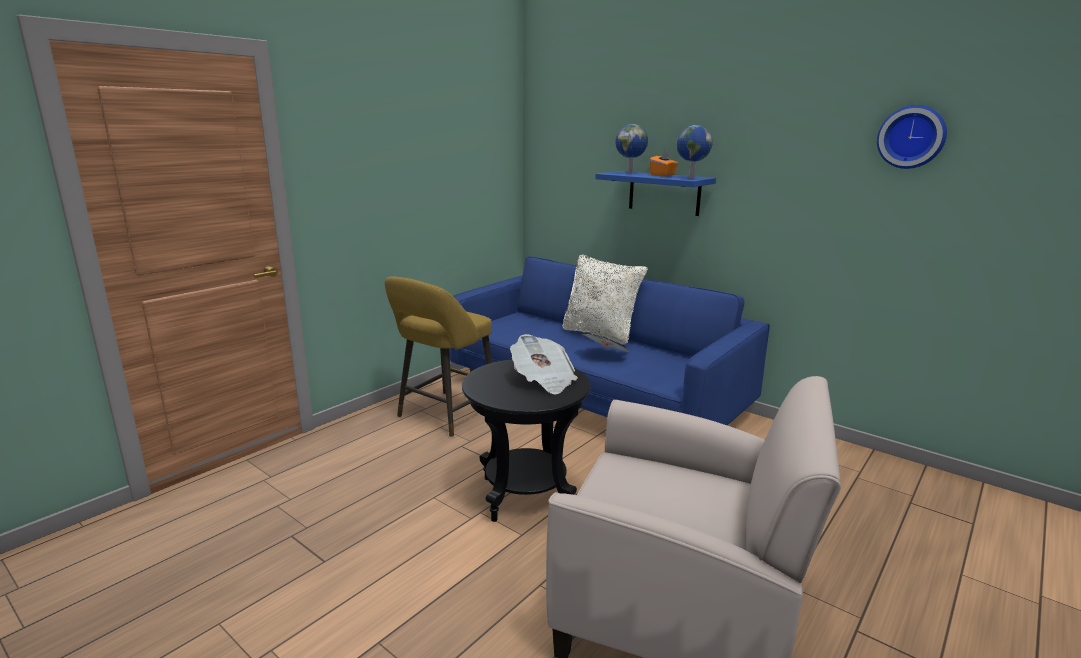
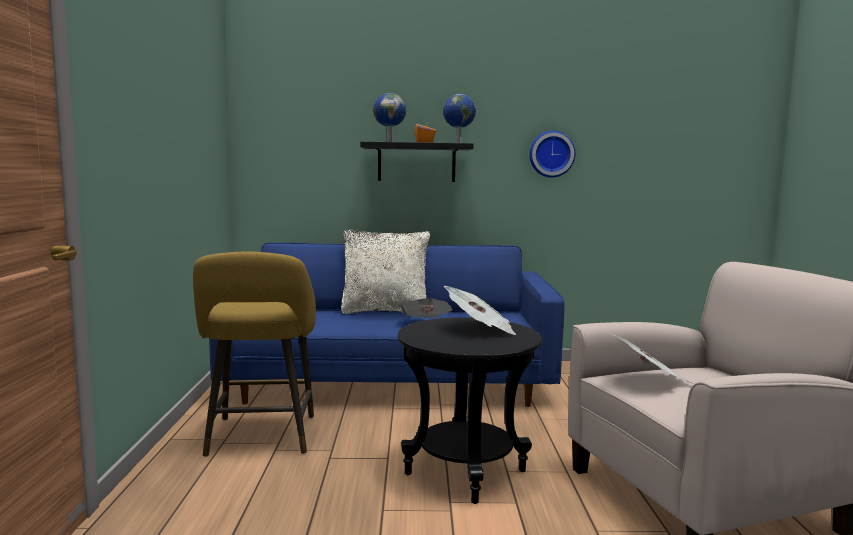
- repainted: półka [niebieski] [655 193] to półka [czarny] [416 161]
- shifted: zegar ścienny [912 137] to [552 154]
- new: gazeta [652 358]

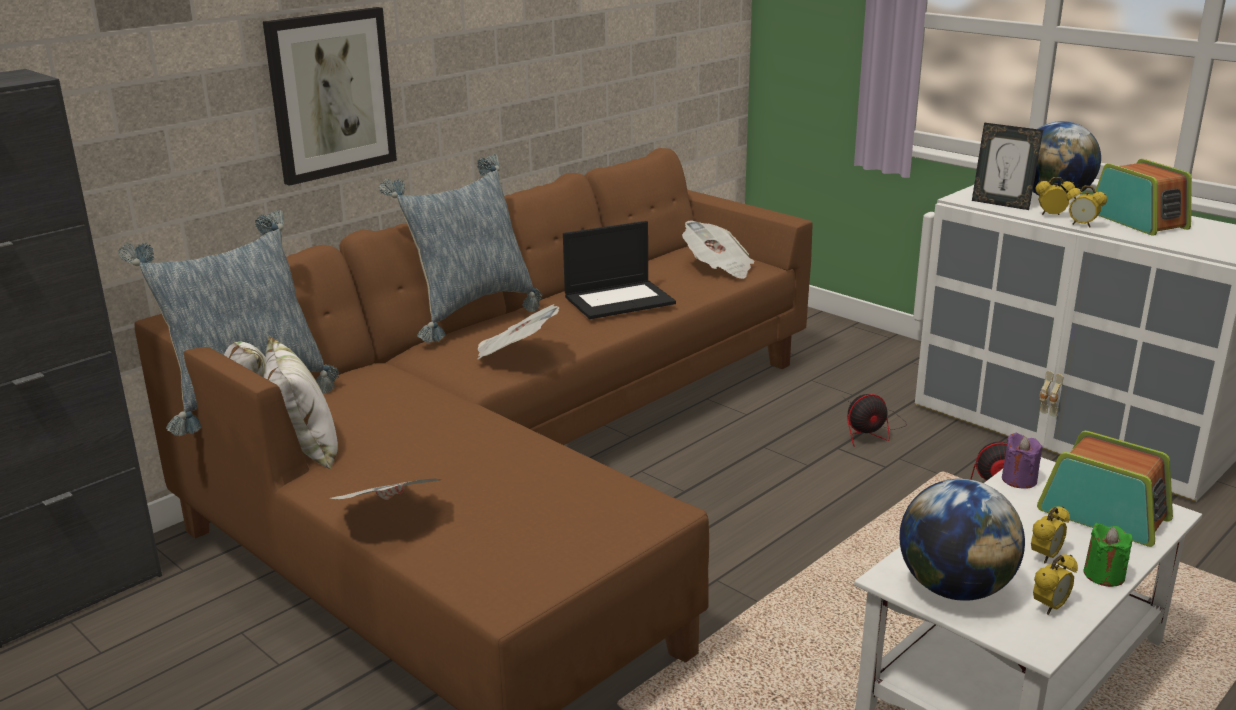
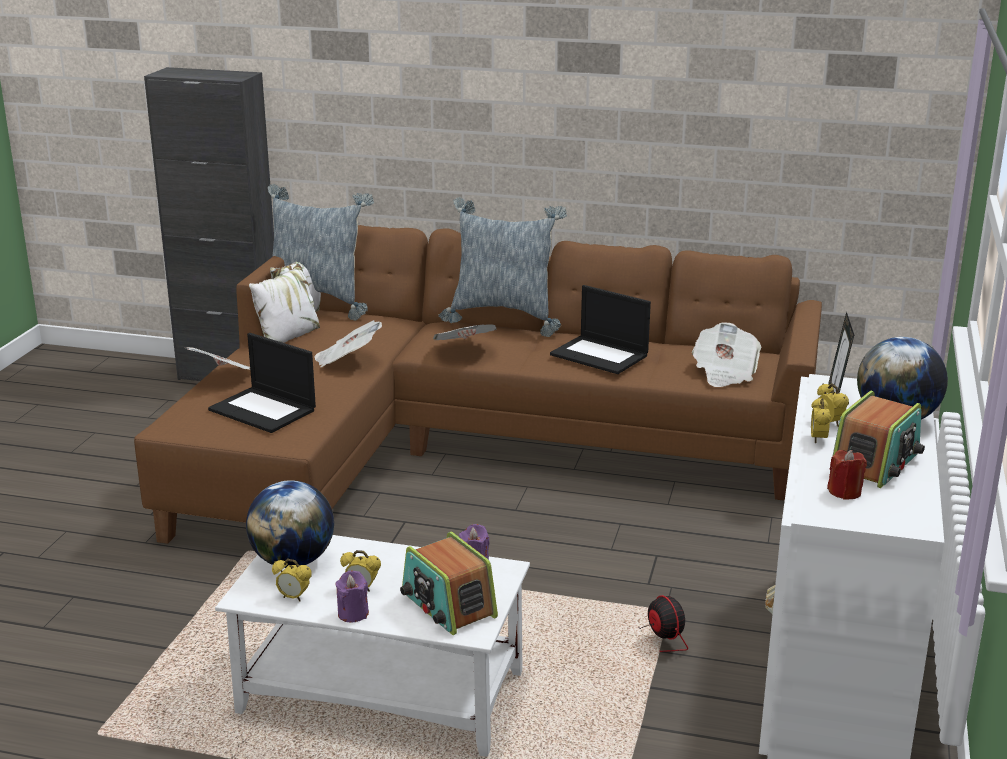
- new: laptop [262 383]
- new: gazeta [348 343]
- repainted: świeca [zielony] [1108 555] to świeca [fioletowy] [352 596]
- rotated: radio [1105 489] = [449 583] 135 degrees clockwise
- new: świeca [czerwony] [847 475]
- gone: obraz [330 96]
- gone: wentylator [874 420]

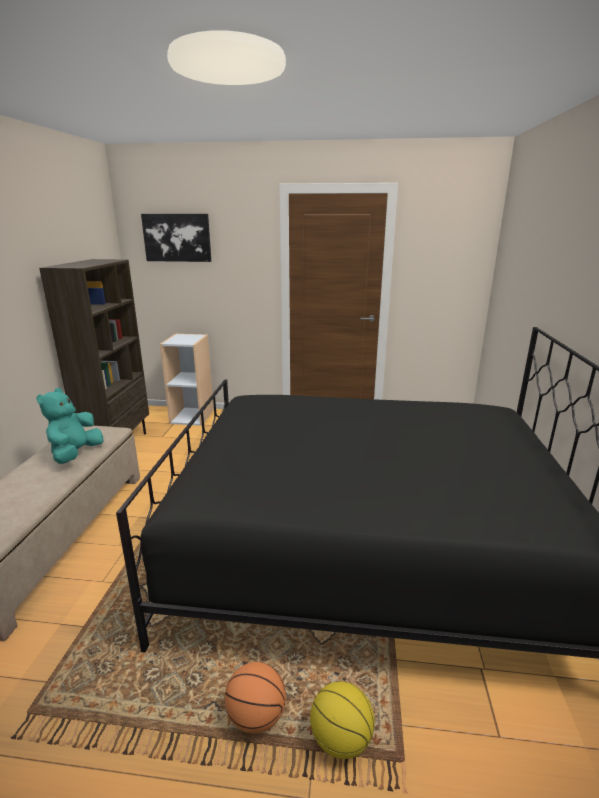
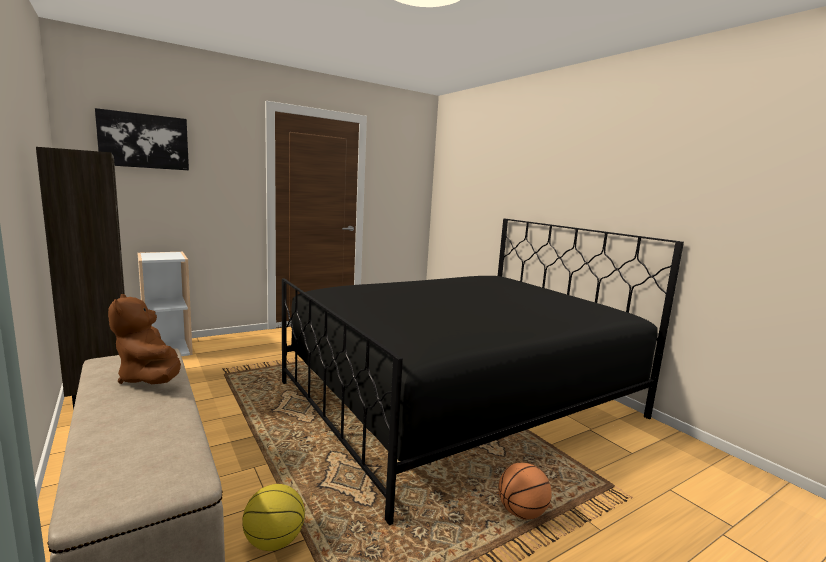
- repainted: pluszak [turkusowy] [70 426] to pluszak [brązowy] [144 339]
- shifted: piłka do koszykówki [342 720] to [273 517]

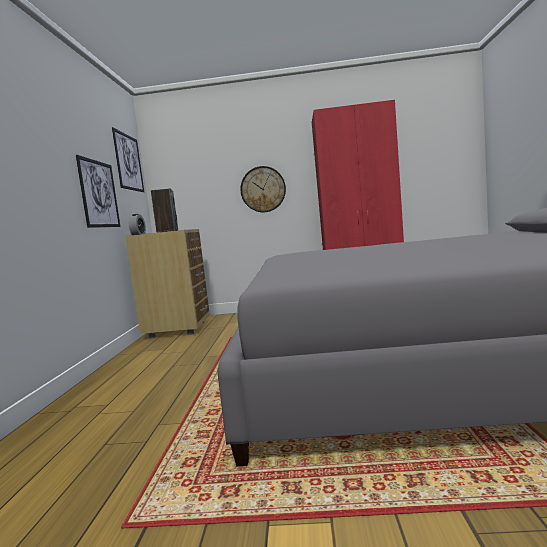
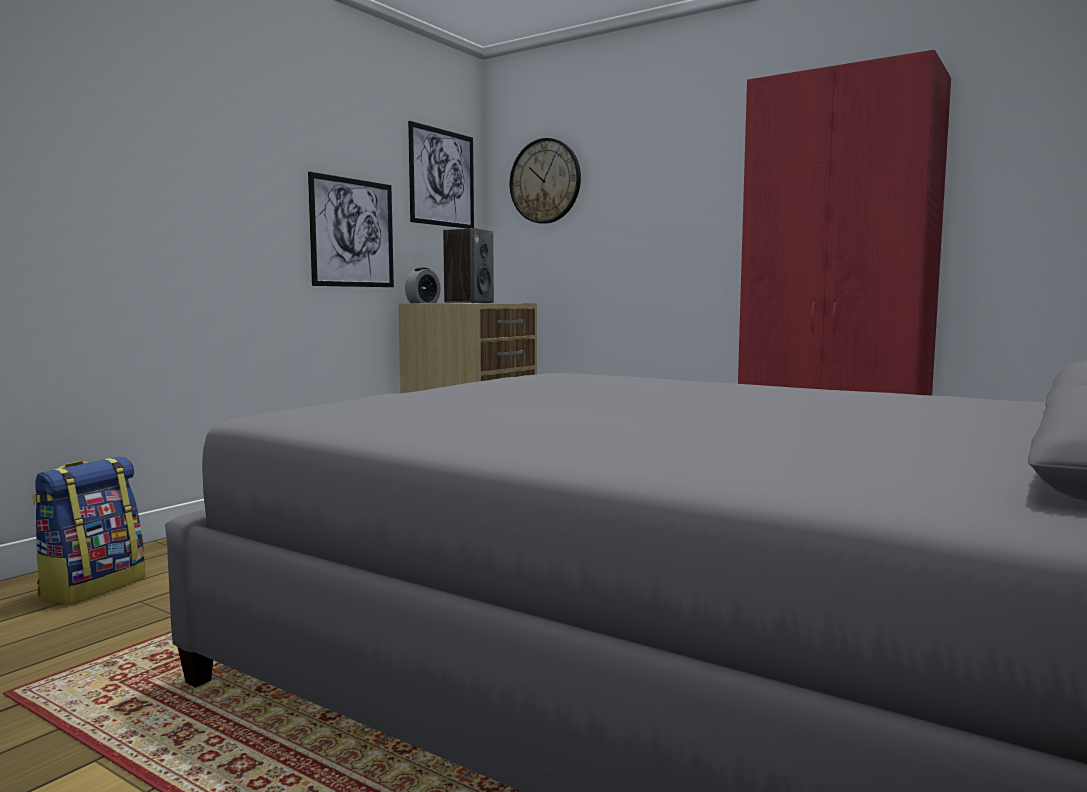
- new: plecak [88 531]
- shifted: zegar ścienny [263 189] to [545 181]

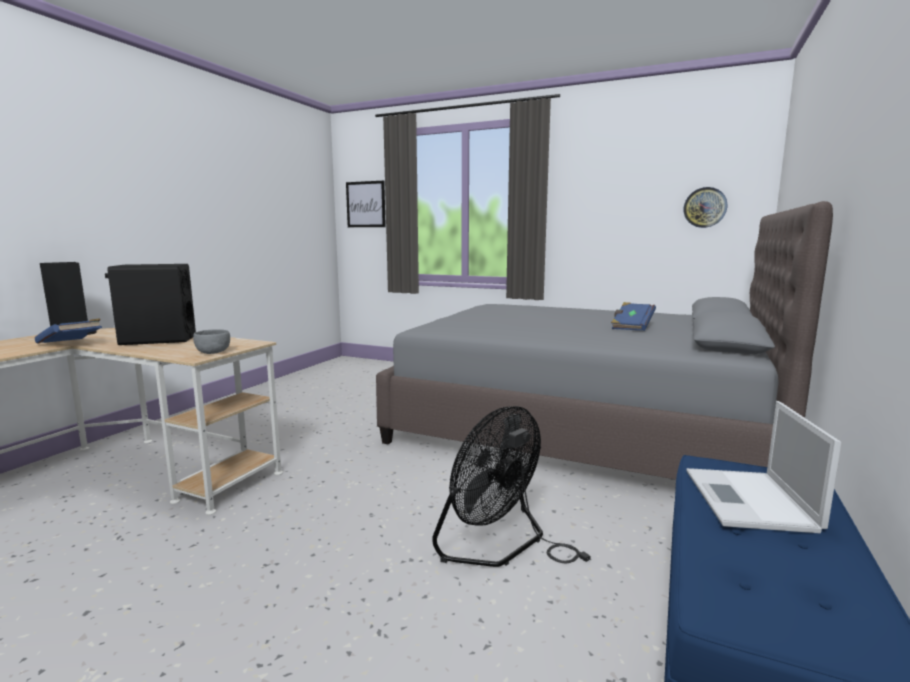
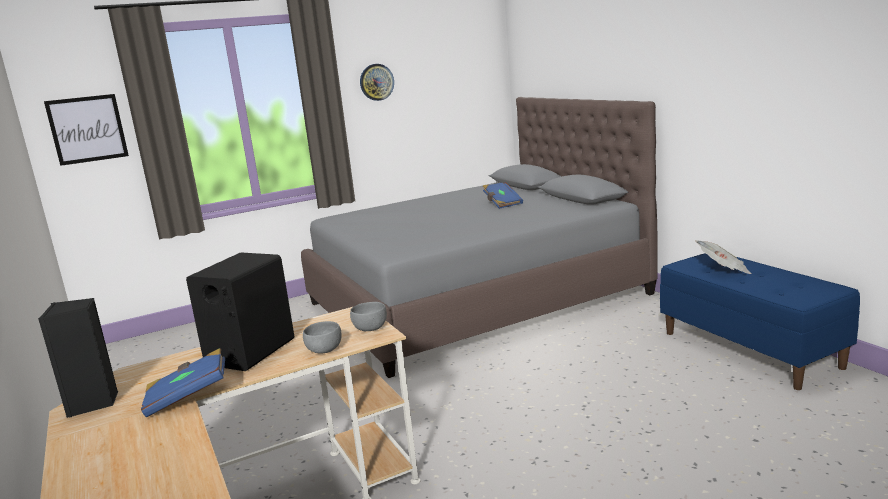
- new: miska [szary] [322 337]
- shifted: zegar ścienny [705 207] to [377 82]
- swapped: laptop [764 467] to gazeta [723 257]
- gone: wentylator [czarny] [511 486]

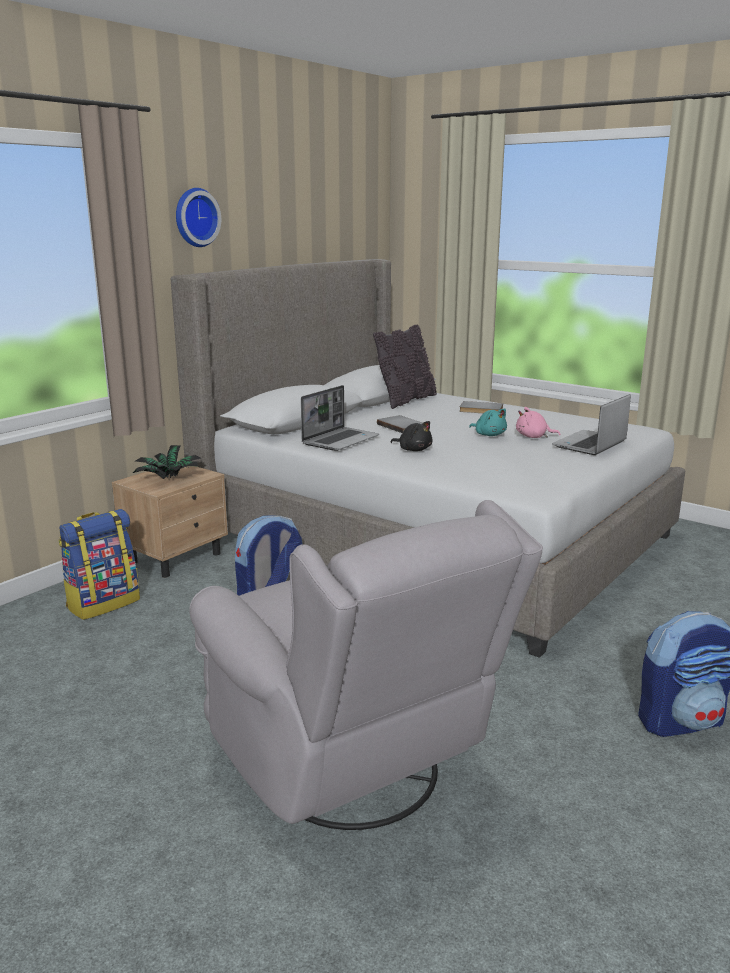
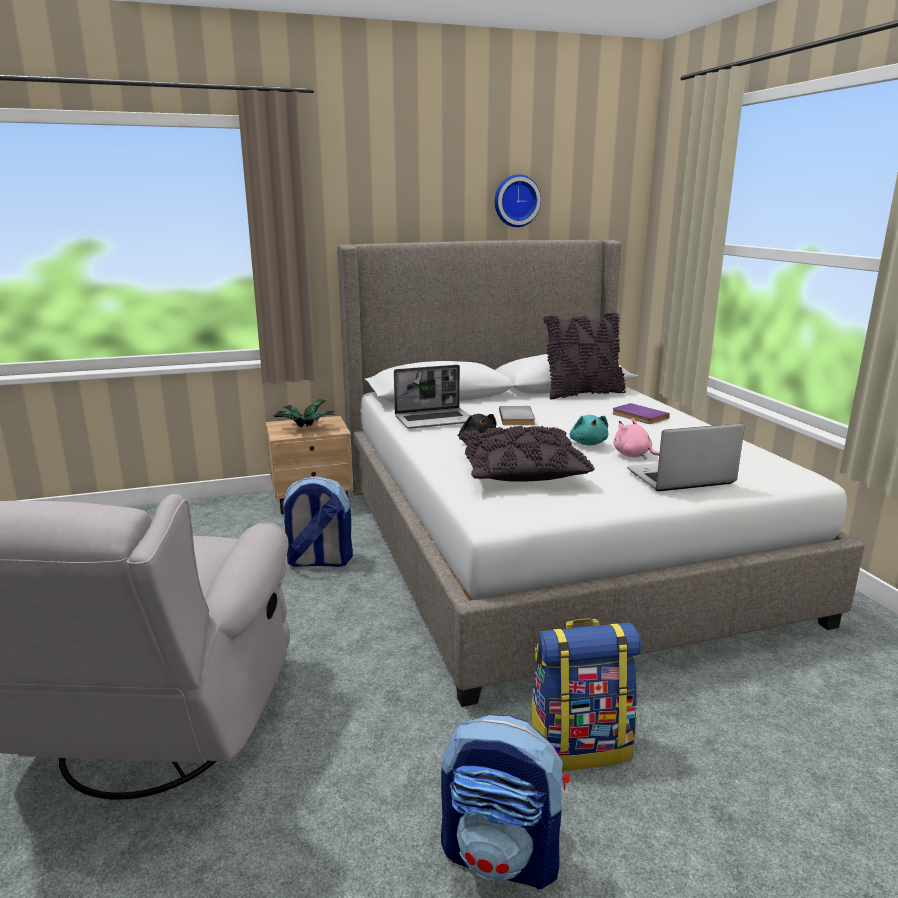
- new: poduszka [czarny] [526 454]
- shifted: zegar ścienny [198 217] to [518 200]
- shifted: plecak [99 564] to [586 694]
- repainted: książka [szary] [481 407] to książka [fioletowy] [641 413]

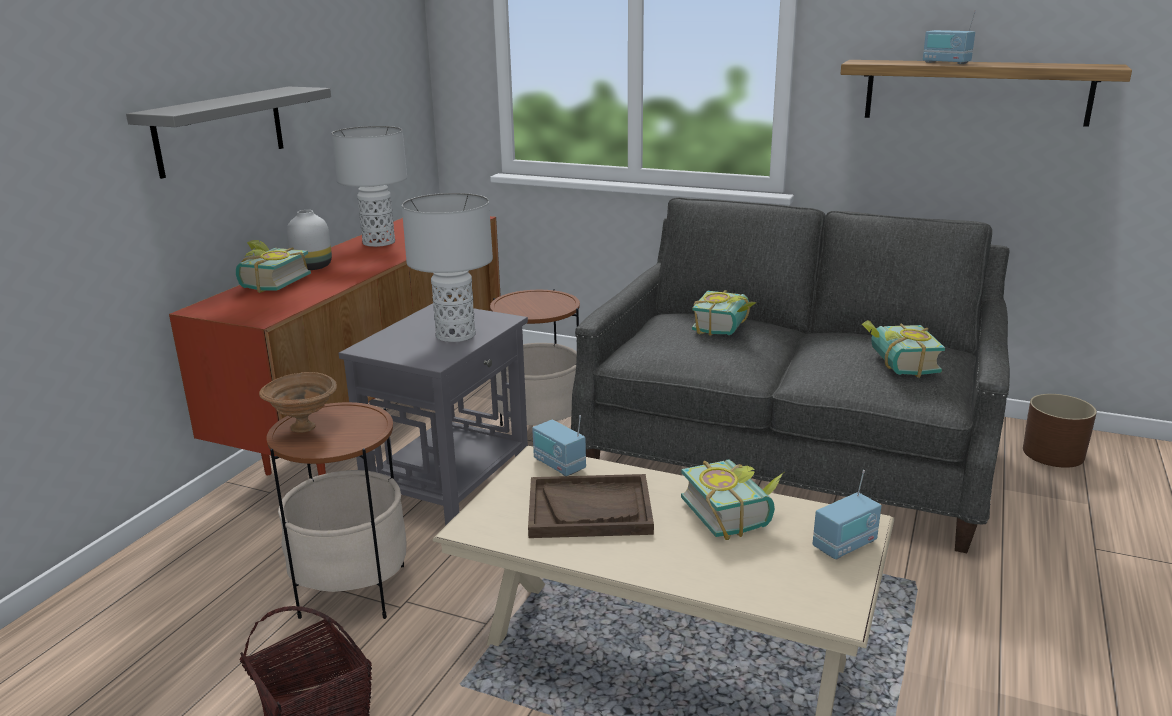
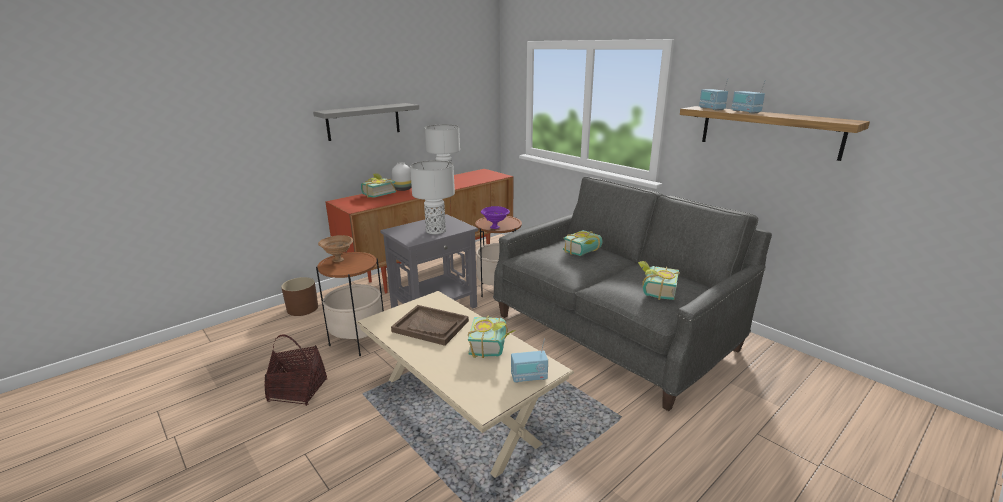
- shifted: donica [brązowy] [1060 431] to [299 296]
- new: miska [fioletowy] [495 217]
- shifted: radio [559 445] to [713 94]

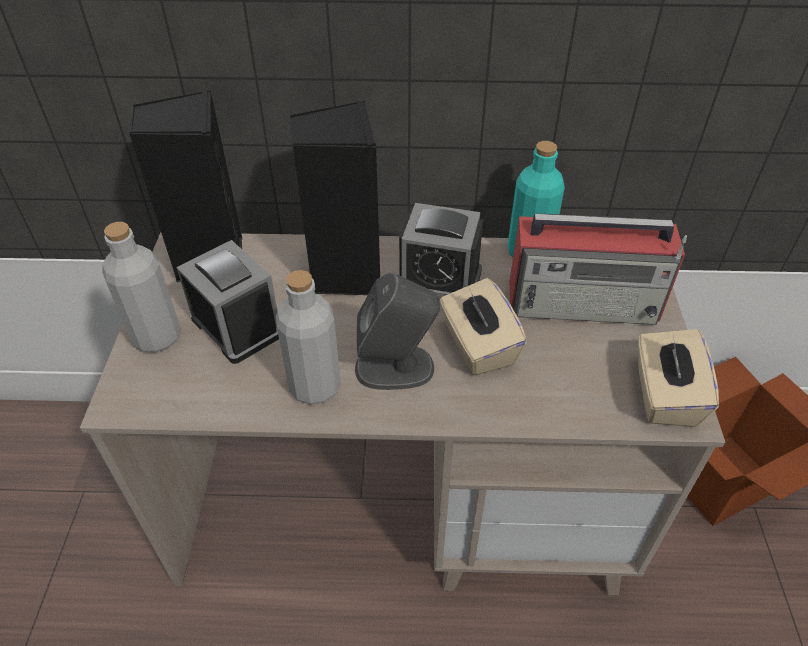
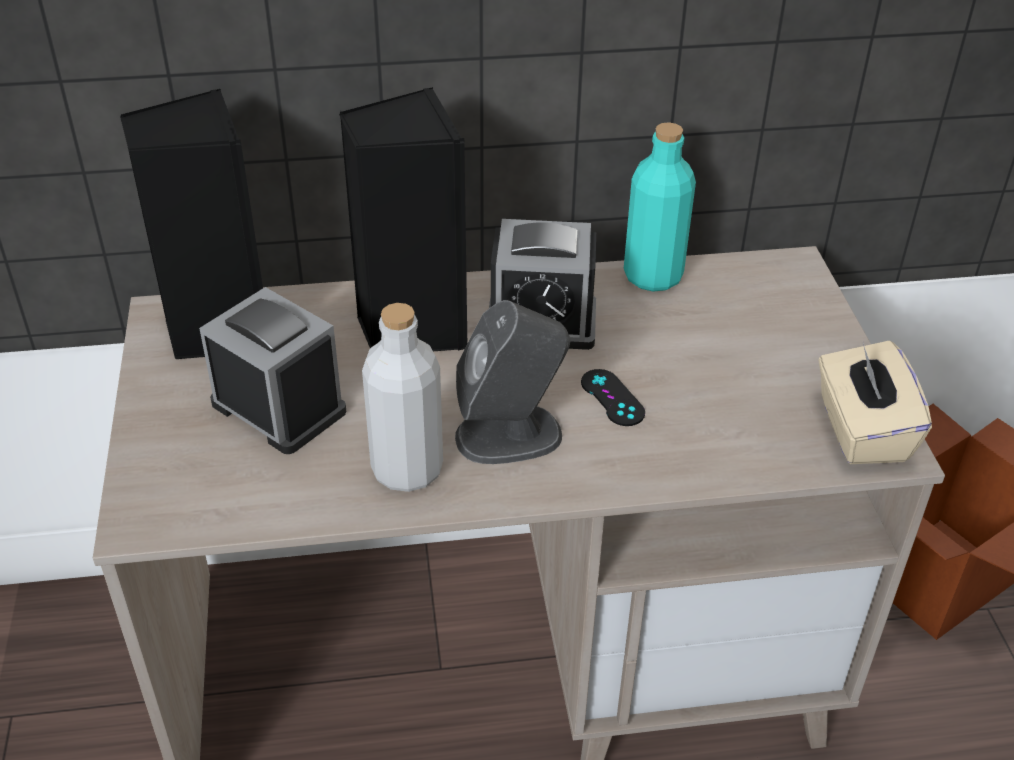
- swapped: pudełko chusteczek [beżowy] [483 326] to pad do gier [czarny] [613 397]
- gone: butelka [szary] [141 287]
- gone: radio [598 269]

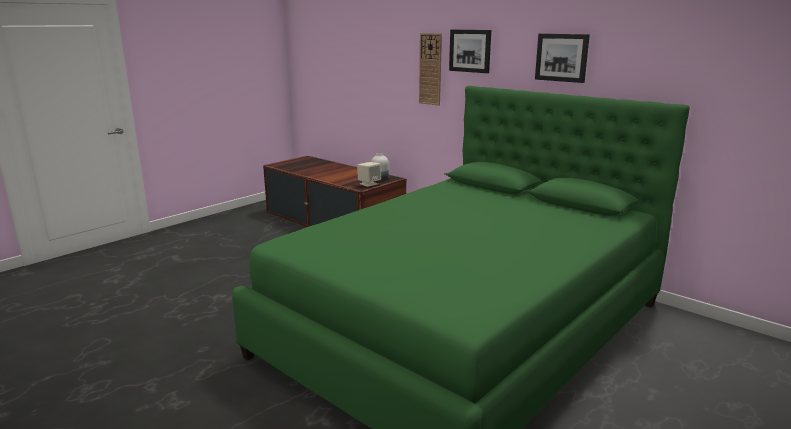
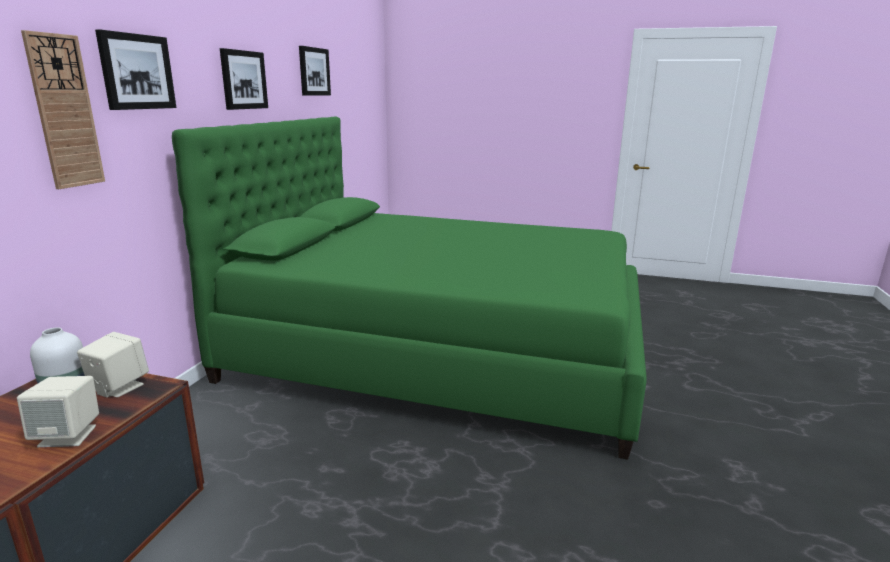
- new: głośnik [beżowy] [58 411]
- new: obraz [315 71]

